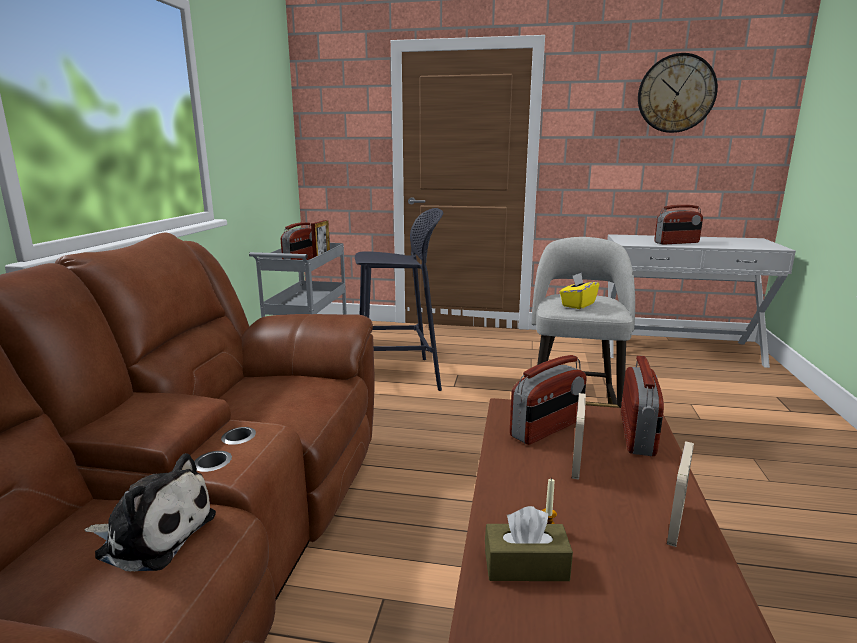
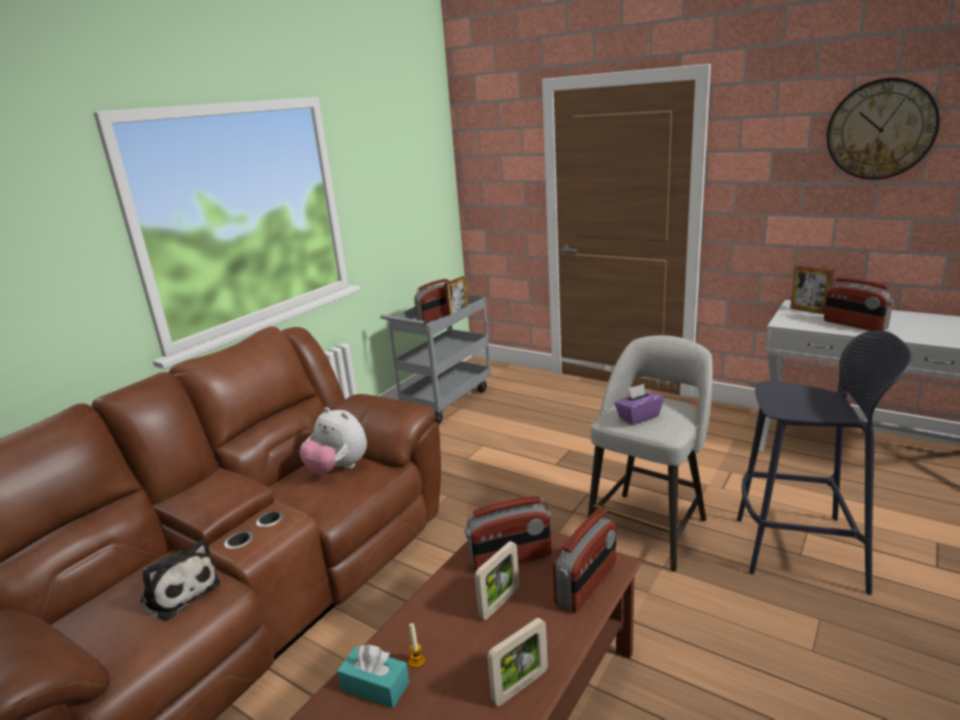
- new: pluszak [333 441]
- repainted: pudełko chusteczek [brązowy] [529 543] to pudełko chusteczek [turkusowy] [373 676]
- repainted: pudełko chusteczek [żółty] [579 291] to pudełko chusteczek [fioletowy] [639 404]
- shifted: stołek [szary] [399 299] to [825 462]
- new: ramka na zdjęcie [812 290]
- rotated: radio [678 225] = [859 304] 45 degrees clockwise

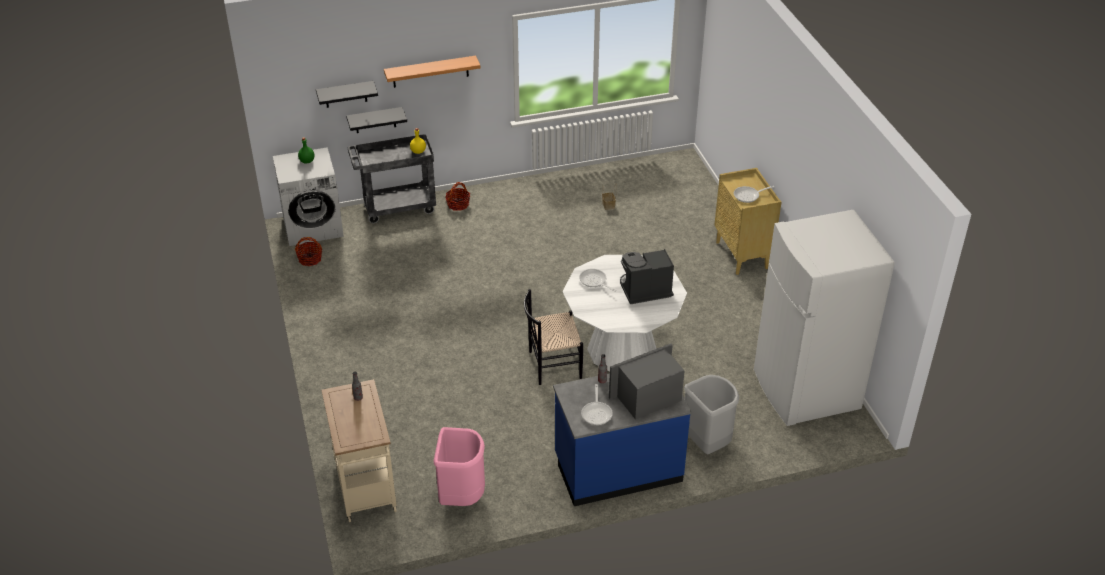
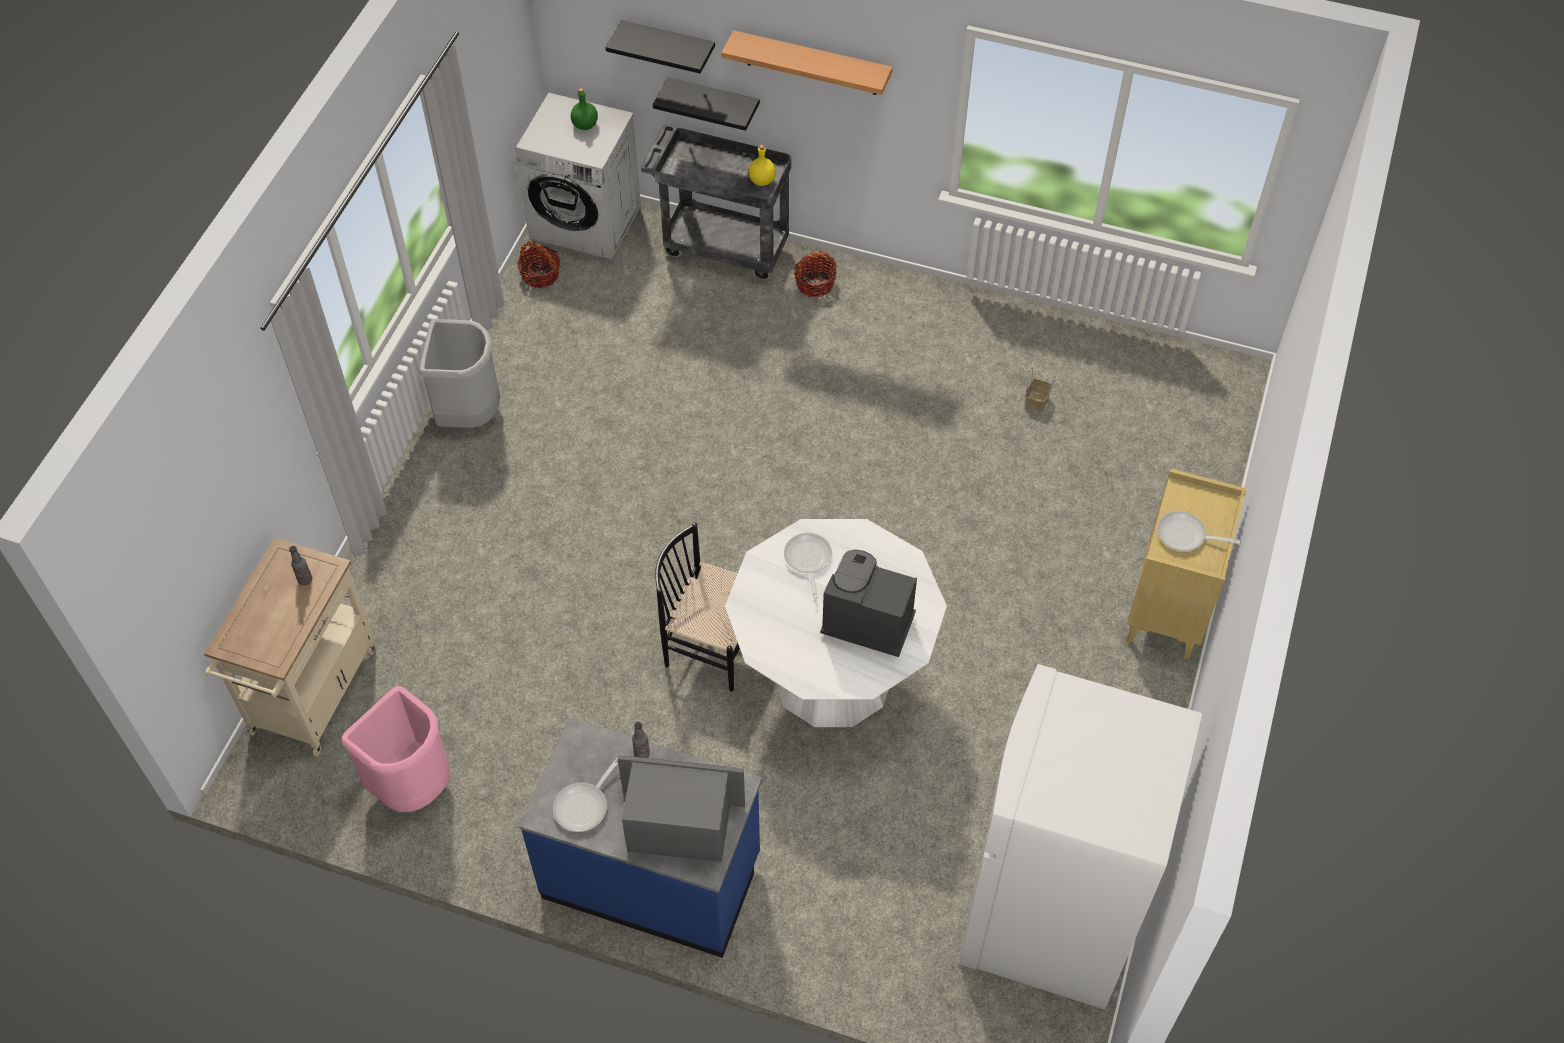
- shifted: kosz na śmieci [szary] [711 415] to [459 373]

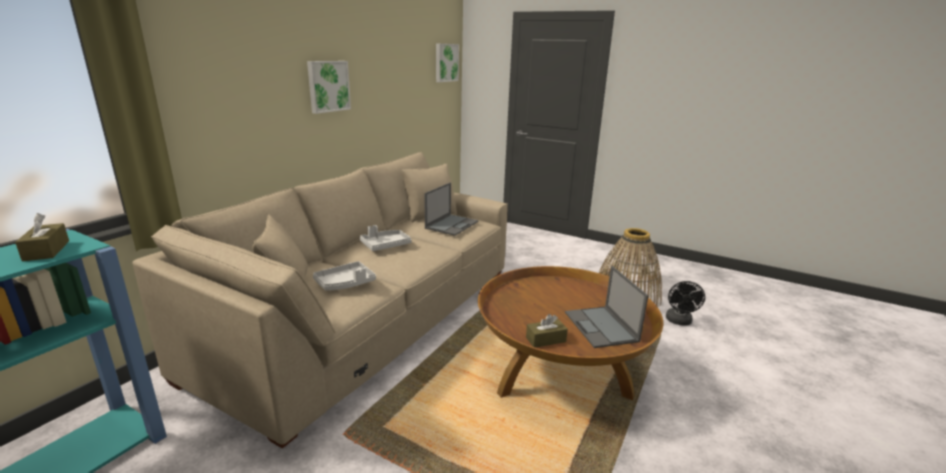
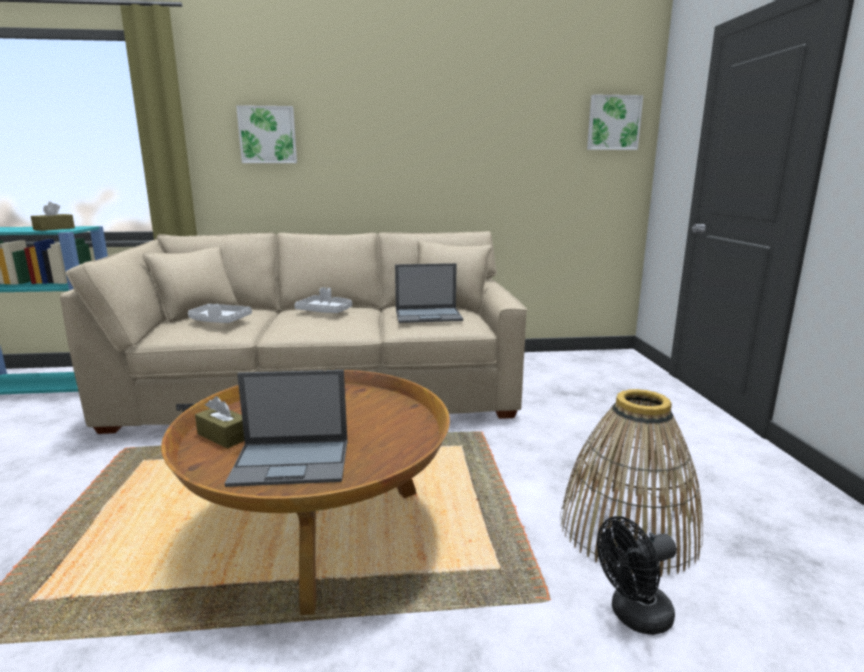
- rotated: laptop [607 307] = [286 428] 135 degrees counterclockwise
- shifted: obraz [329 87] to [266 134]

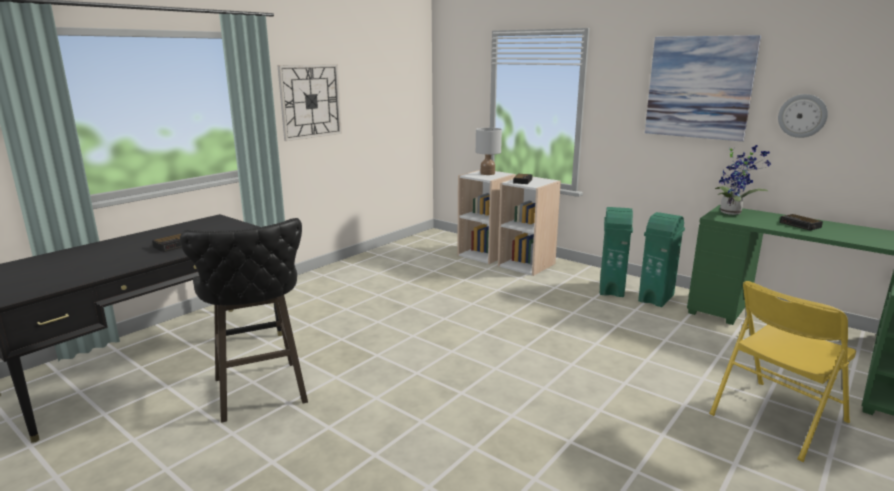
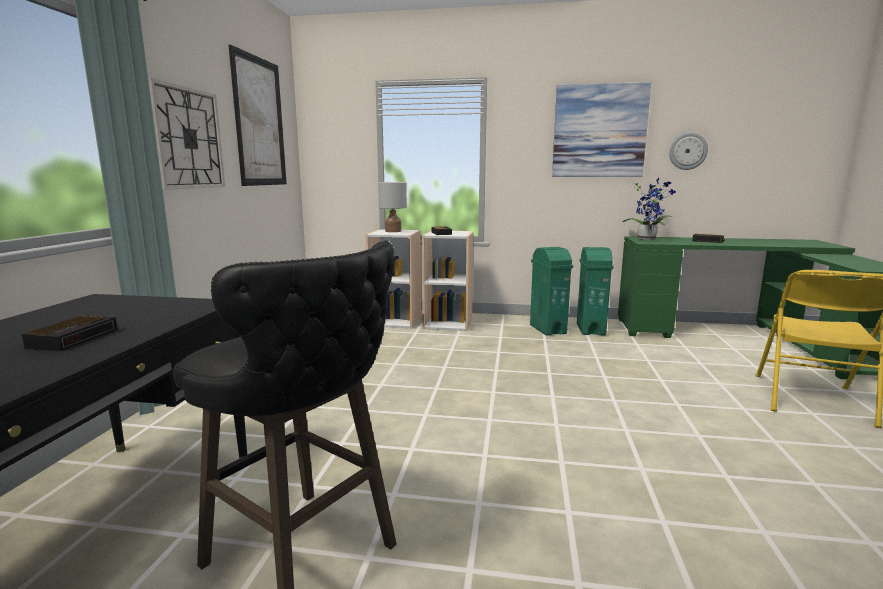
- new: obraz [257 115]

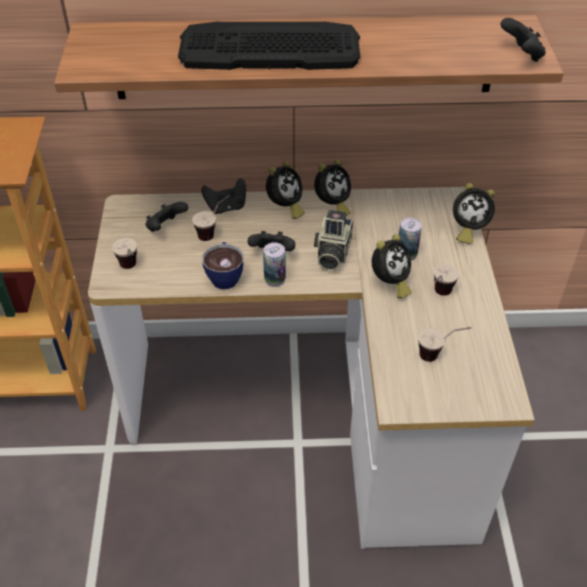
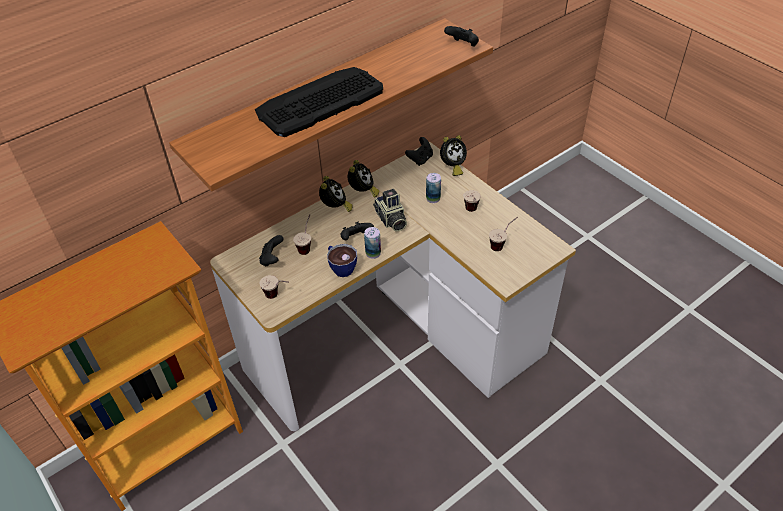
- shifted: pad do gier [czarny] [223 196] to [419 151]
- gone: budzik [391 266]

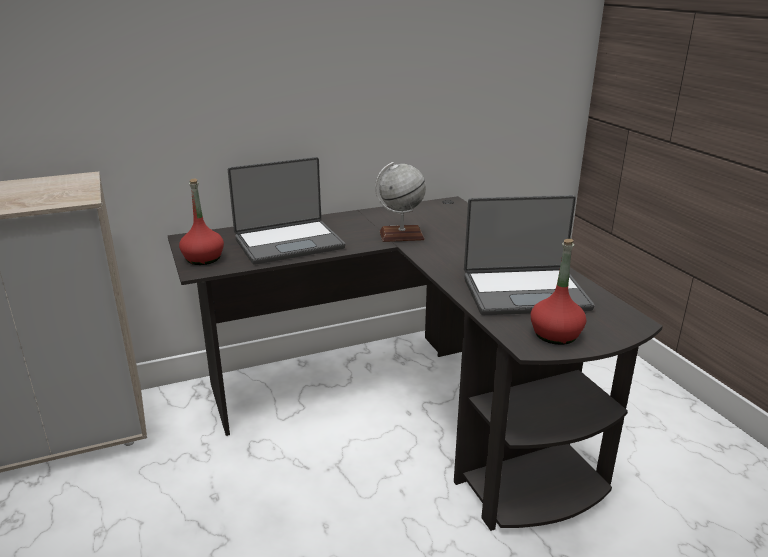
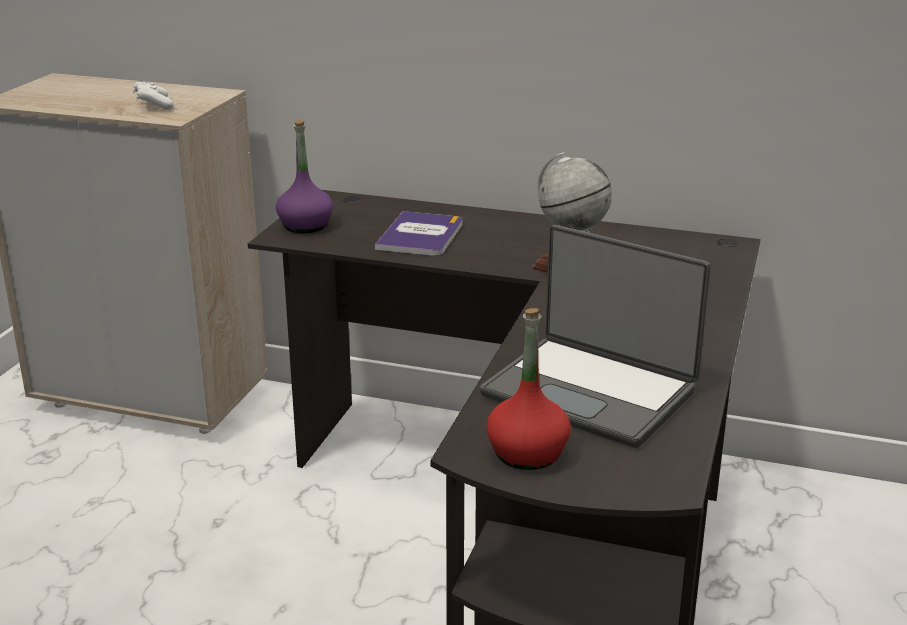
- new: pad do gier [biały] [153 95]
- repainted: butelka [czerwony] [201 222] to butelka [fioletowy] [304 176]
- swapped: laptop [286 211] to książka [419 233]

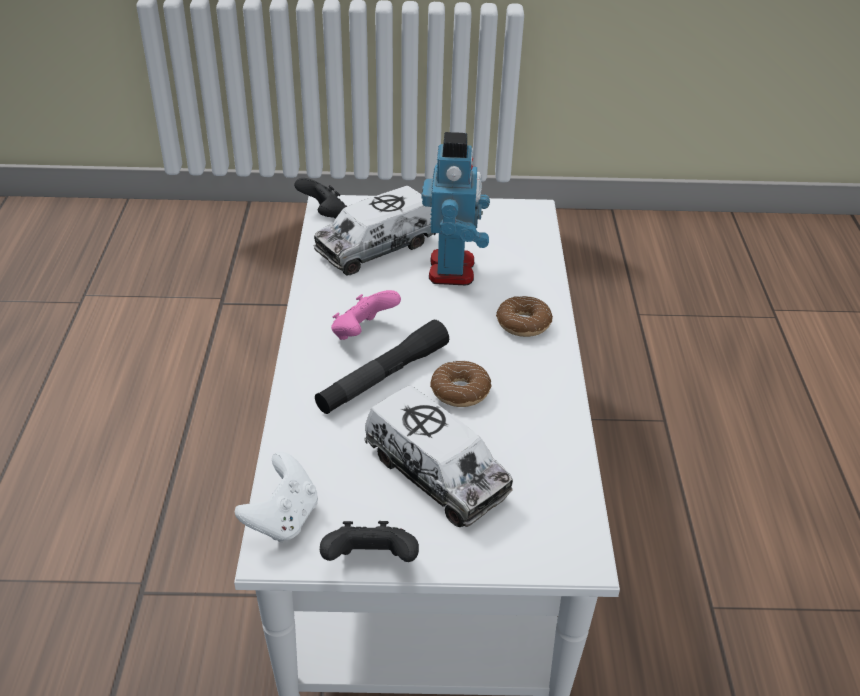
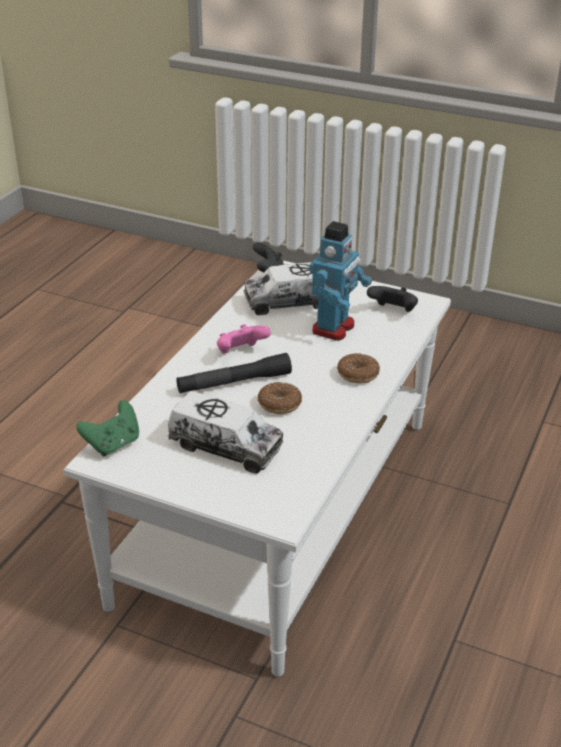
- repainted: pad do gier [biały] [276 497] to pad do gier [zielony] [107 428]
- rotated: ciężarówka zabawkowa [438 456] = [225 432] 45 degrees counterclockwise
- shifted: pad do gier [czarny] [369 541] to [392 299]

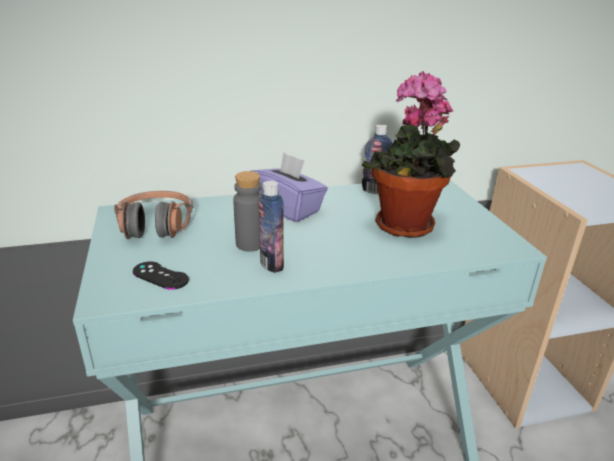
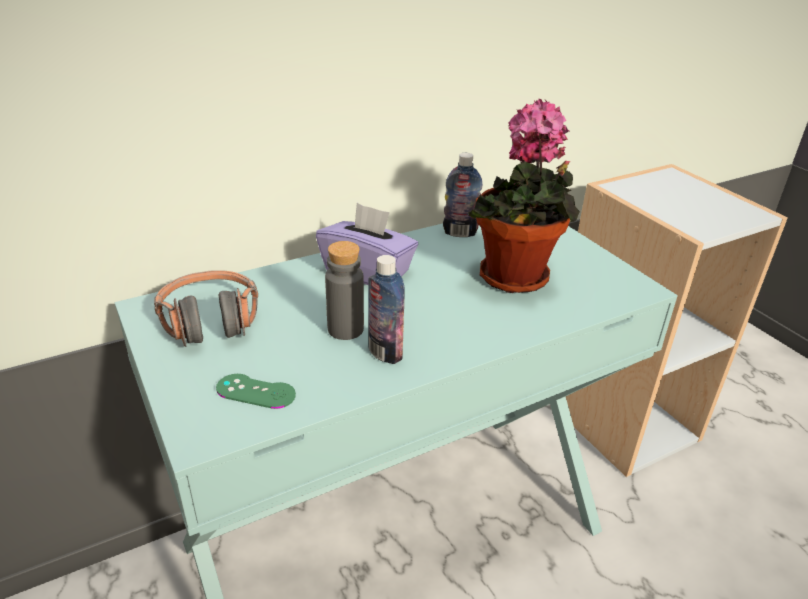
- repainted: pad do gier [czarny] [161 275] to pad do gier [zielony] [256 391]

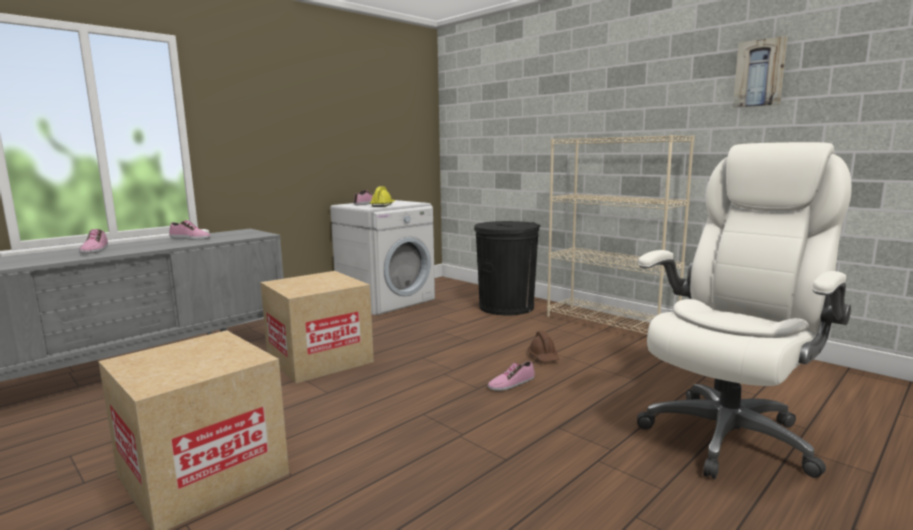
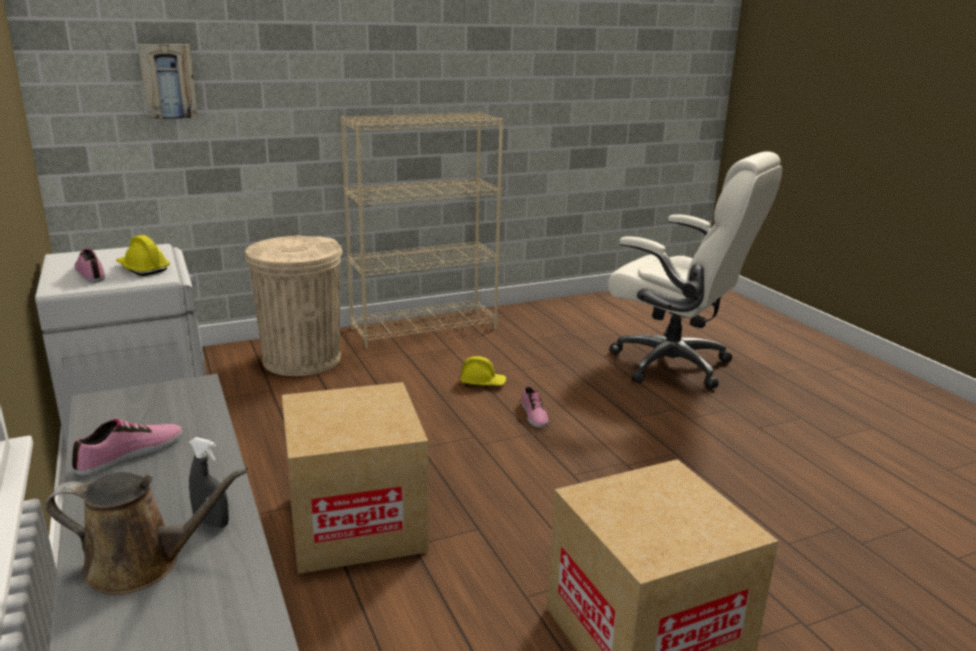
- swapped: but [93 241] to konewka [brązowy] [146 531]
- shifted: obraz [760 72] to [168 81]
- new: spryskiwacz [szary] [209 482]
- repainted: kosz na śmieci [czarny] [507 268] to kosz na śmieci [beżowy] [293 305]
- repainted: kask [brązowy] [543 346] to kask [żółty] [483 371]
- rotated: krzesło biurowe [biały] [744 310] = [695 270] 150 degrees clockwise

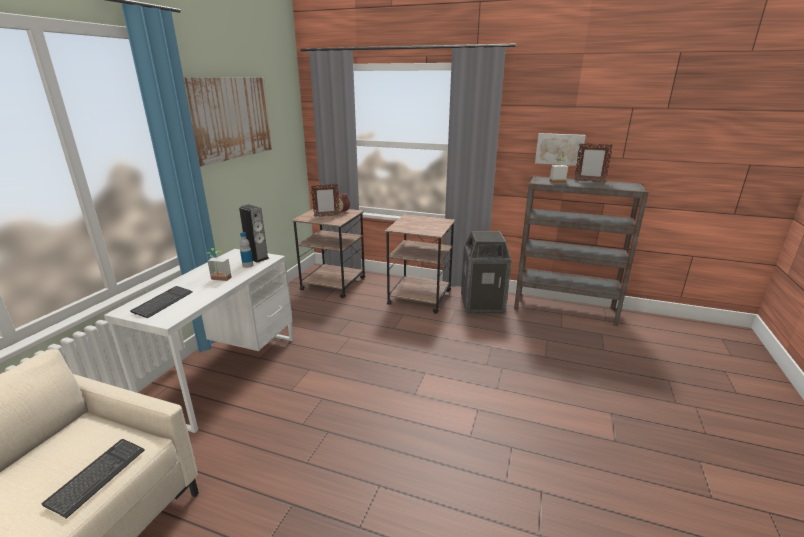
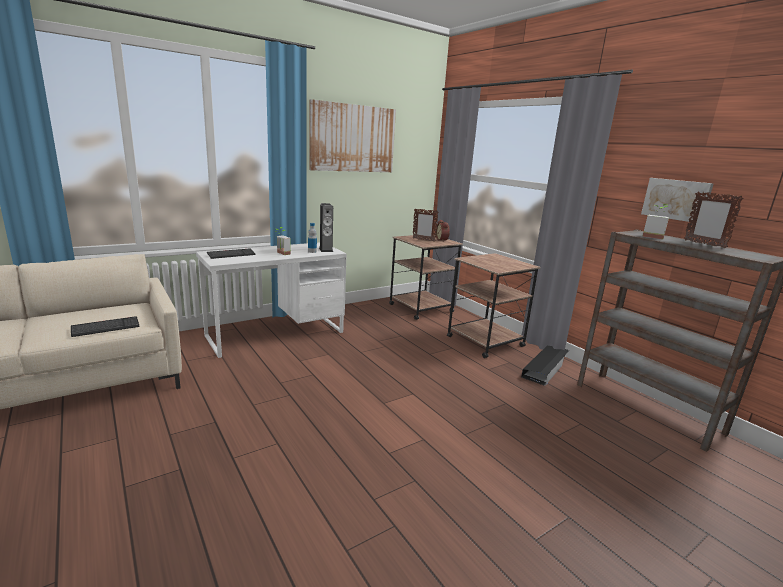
- swapped: kosz na śmieci [486 272] to pojemnik do przechowywania [czarny] [545 366]

